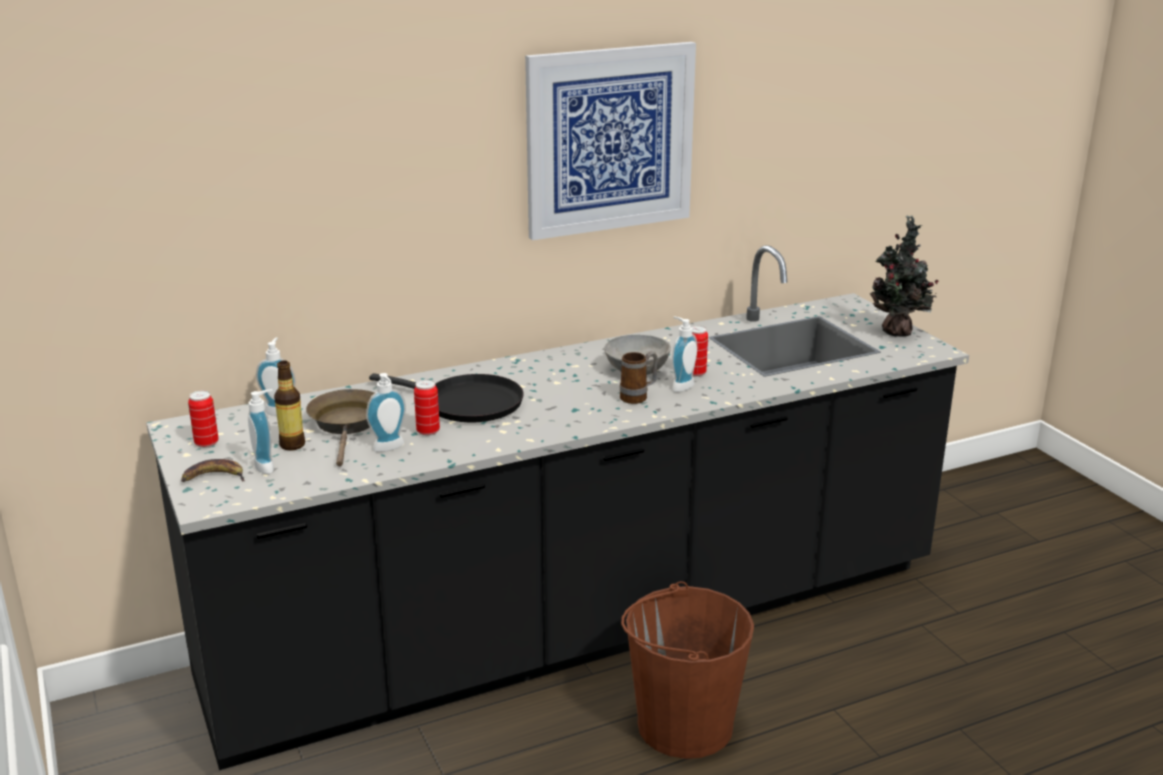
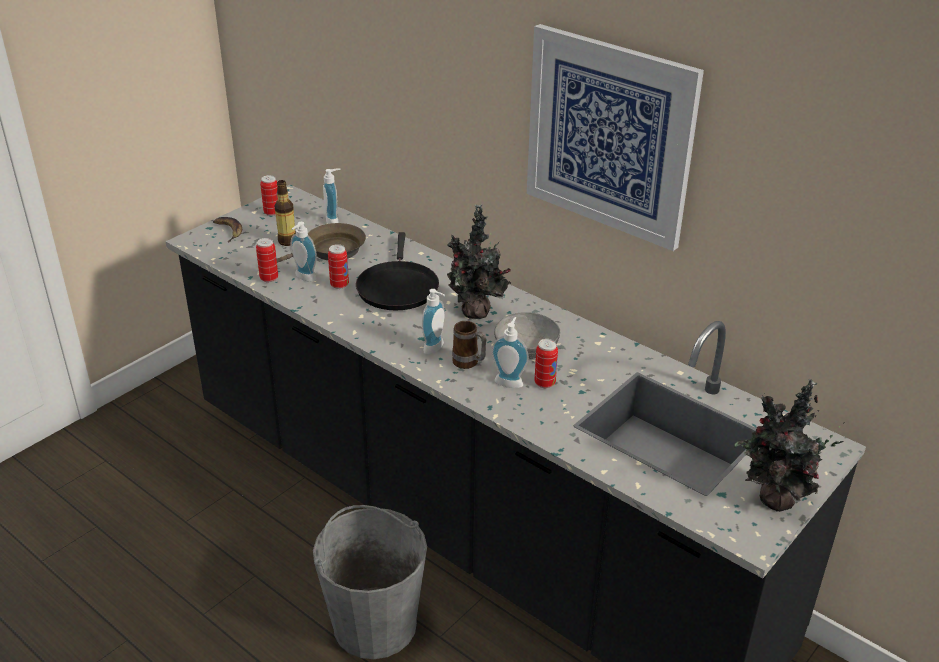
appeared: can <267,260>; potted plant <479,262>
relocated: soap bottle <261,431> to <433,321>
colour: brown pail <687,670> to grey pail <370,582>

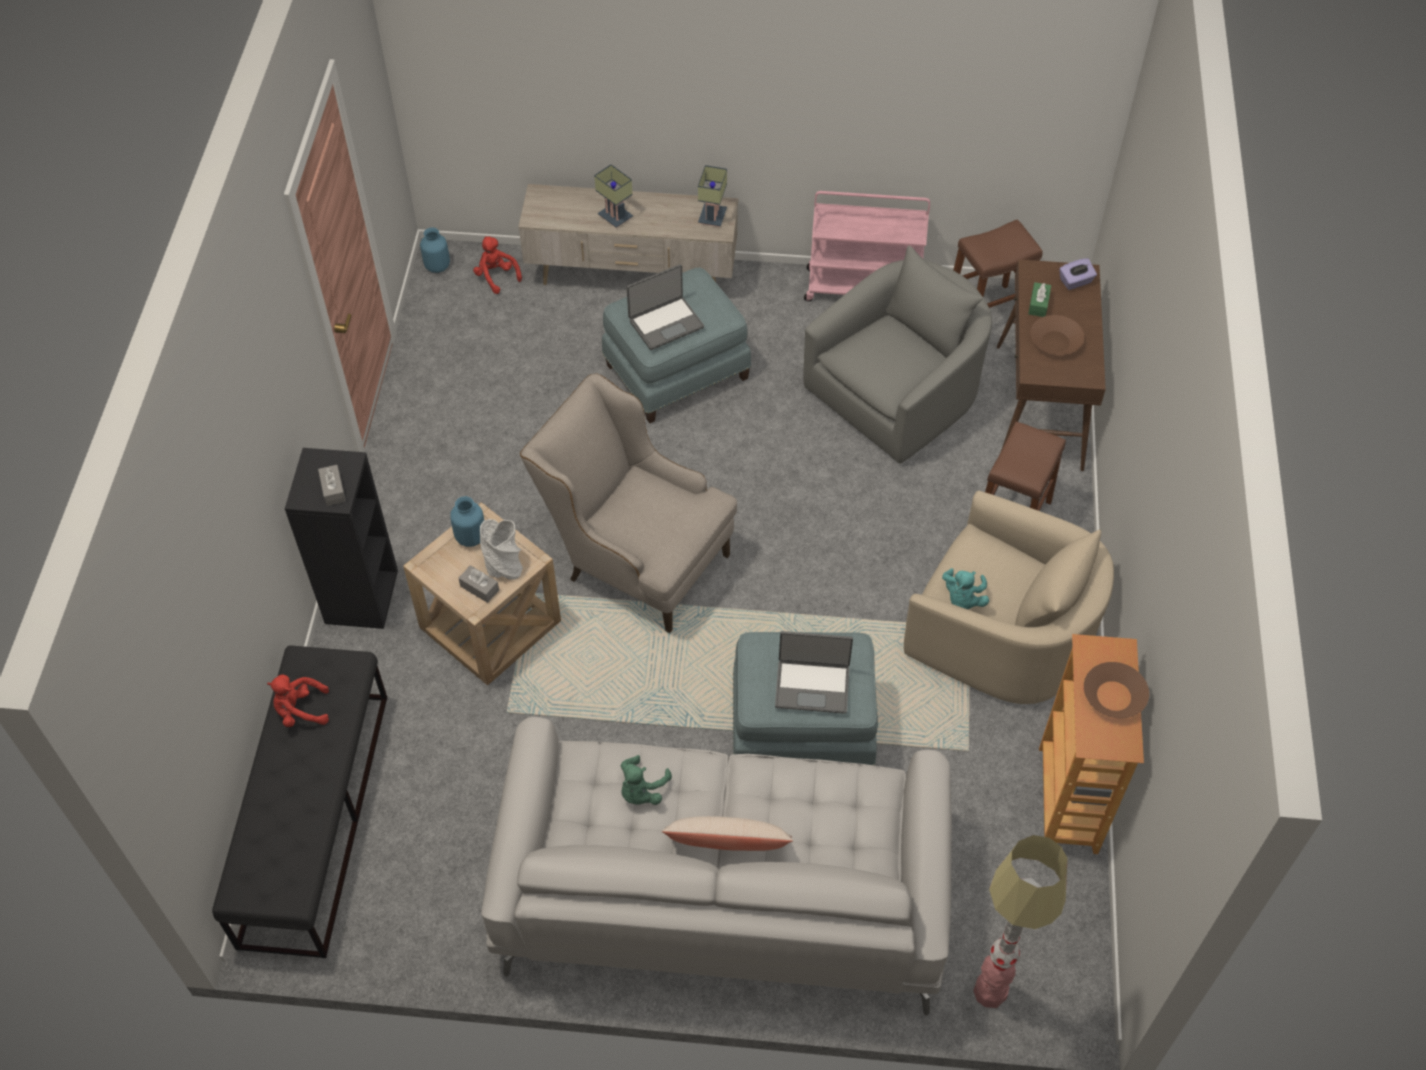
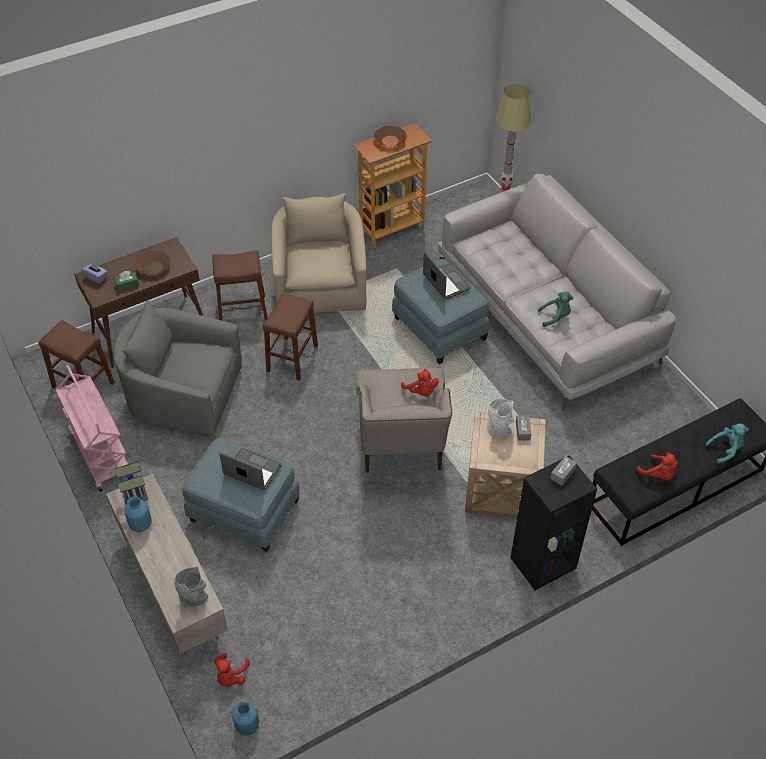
missing: table lamp <613,196>; sand-coloured throw pillow <727,833>
appeared: grey flower vase <191,587>; brown stool <290,337>; reddish cuddly toy <420,382>
relocated: blue-coloured flower vase <467,521> to <138,514>; blue-green cuddly toy <965,588> to <727,443>

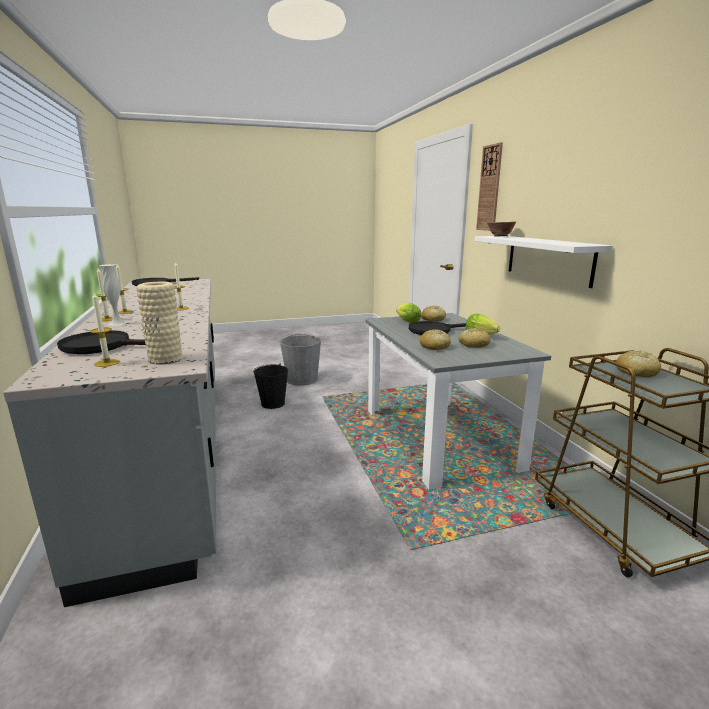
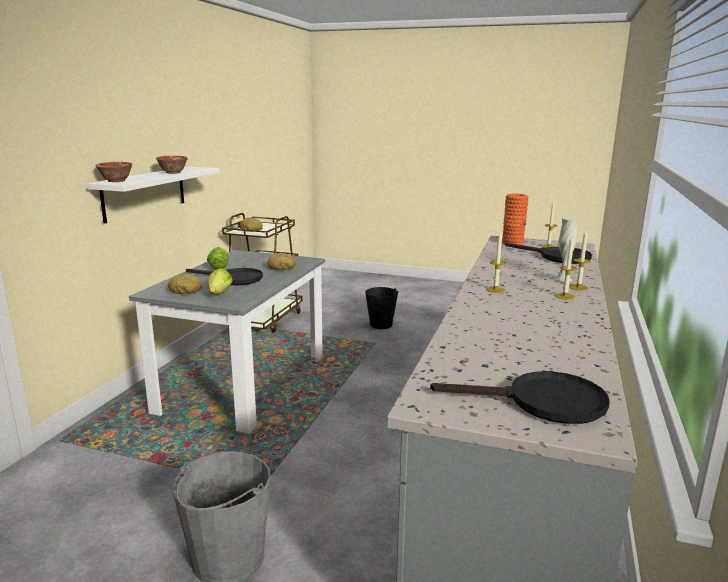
missing: bakery bread <474,338>; clock on the wall <489,186>
appeared: deep dish <172,165>
relocated: blackish pail <270,386> to <381,308>
colour: sand-coloured flower vase <159,323> to orange-coloured flower vase <516,219>

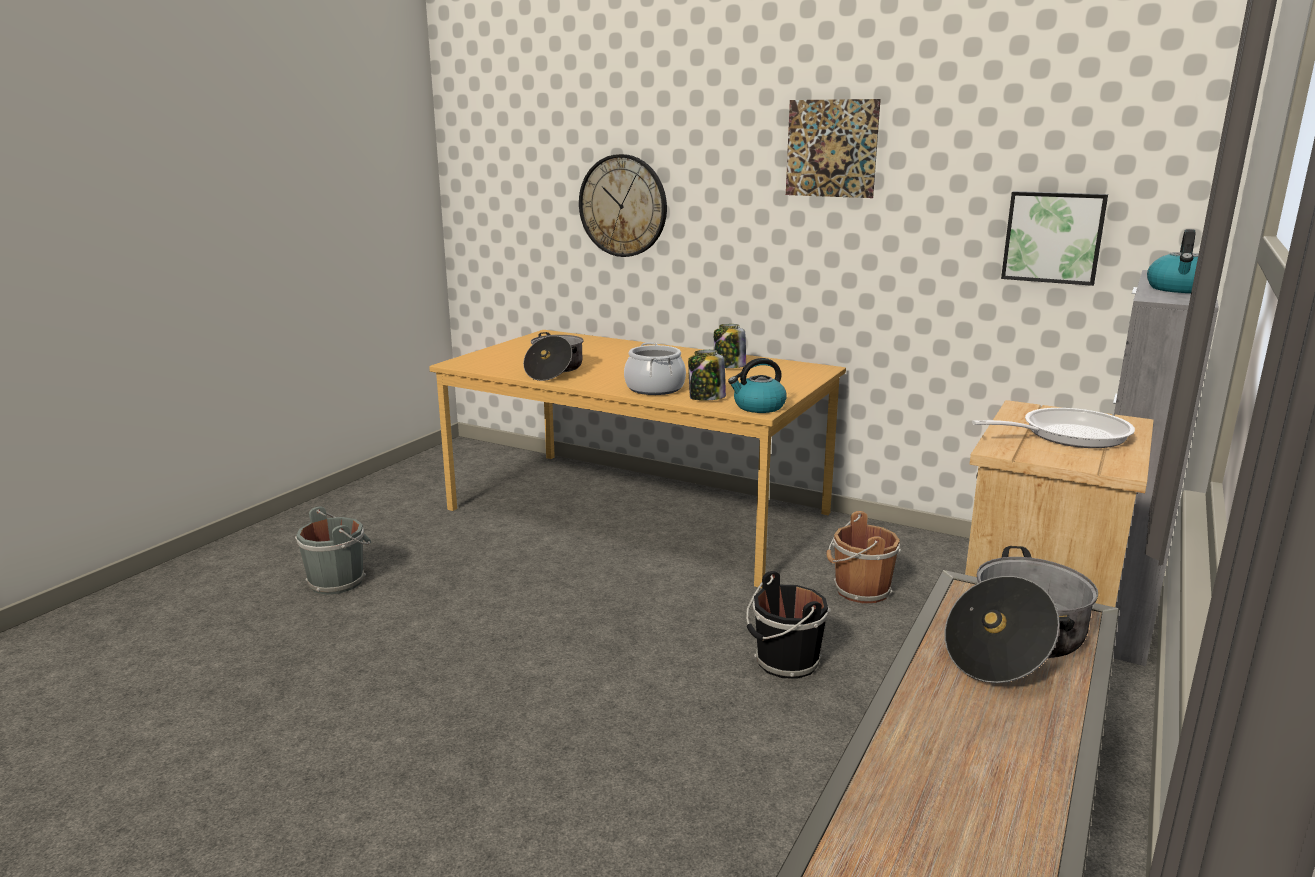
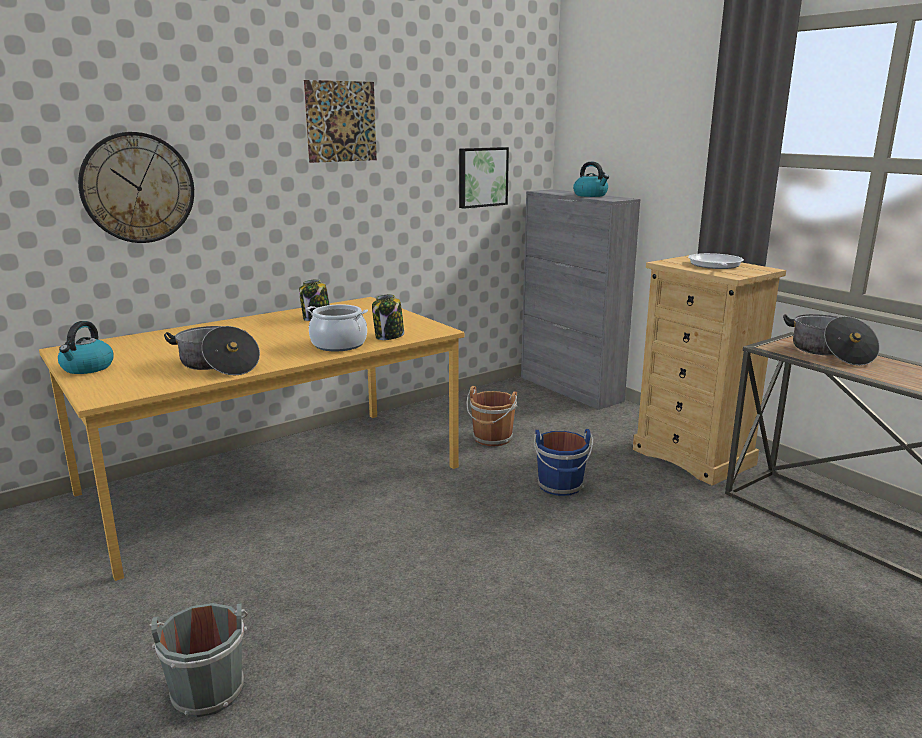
relocated: water kettle <757,385> to <86,347>
colour: blackish pail <788,625> to blue-coloured pail <563,462>

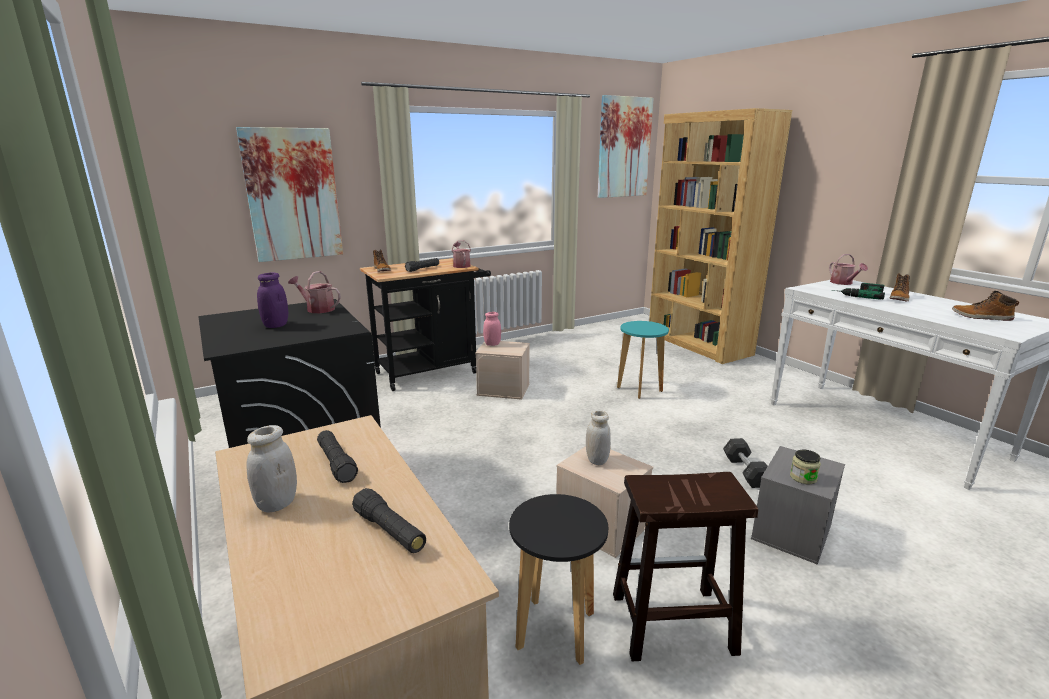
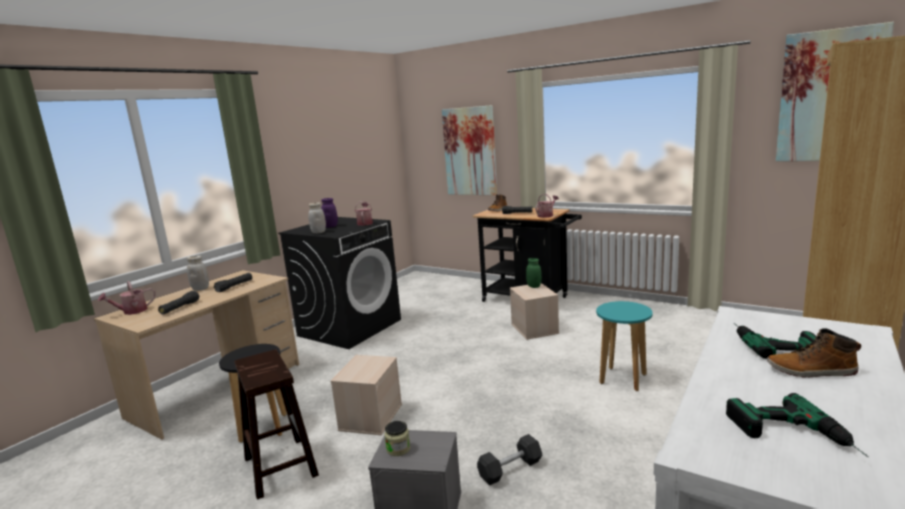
relocated: white jar <598,437> to <317,218>; sprinkling can <848,269> to <127,298>
exchanged: tall boot <985,306> to power drill <797,425>
colour: pink-coloured jar <492,329> to green-coloured jar <534,273>

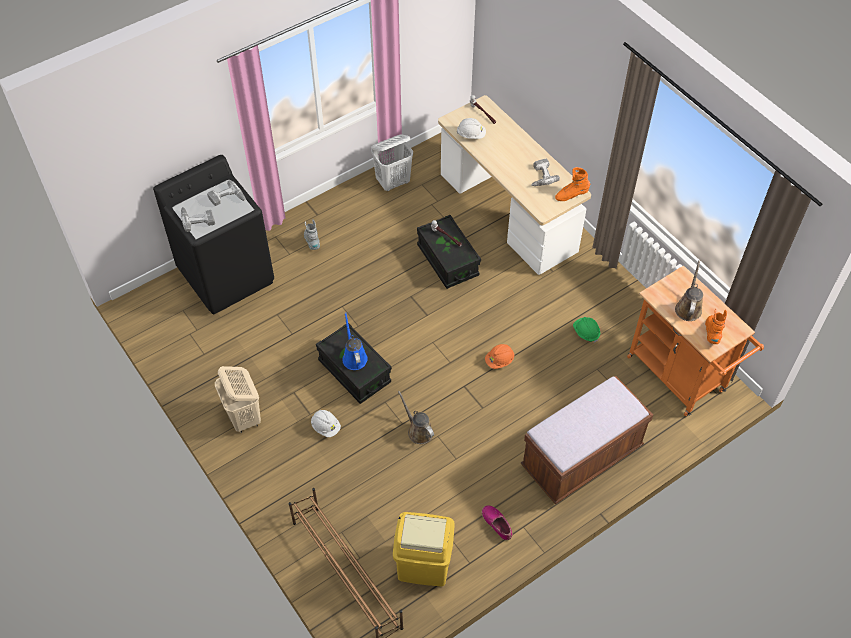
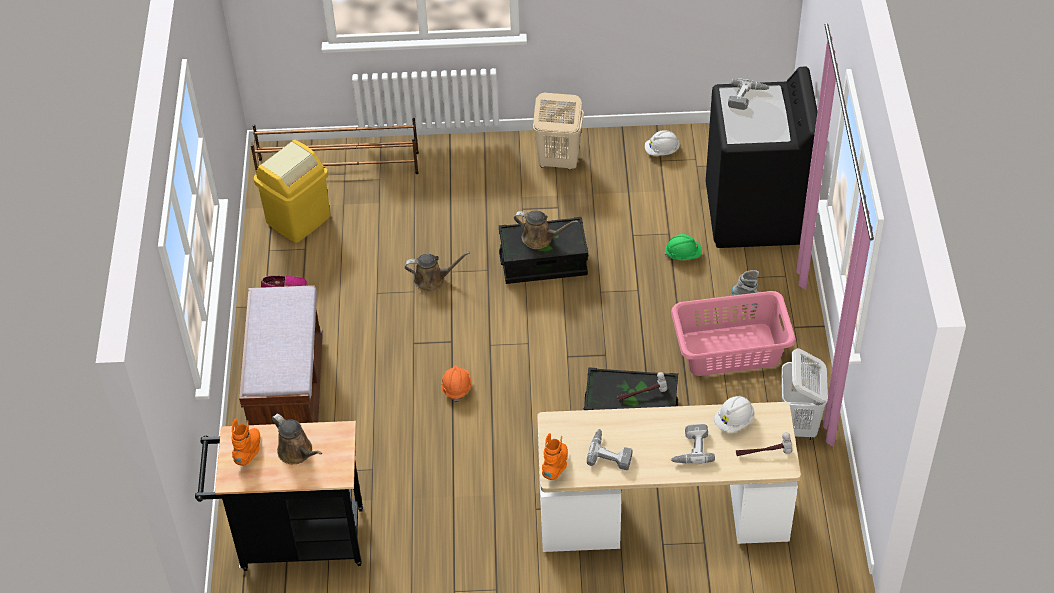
appeared: pink-coloured washing basket <733,333>
relocated: power drill <226,193> to <692,444>; white work helmet <326,423> to <662,143>; green-coloured work helmet <586,330> to <683,247>
colour: blue-coloured sprinkling can <355,341> to brown sprinkling can <546,229>; orange-coloured cart <695,340> to blackish cart <279,496>
spun: orange-coloured tall boot <716,326> = <245,442> 120 degrees counterclockwise

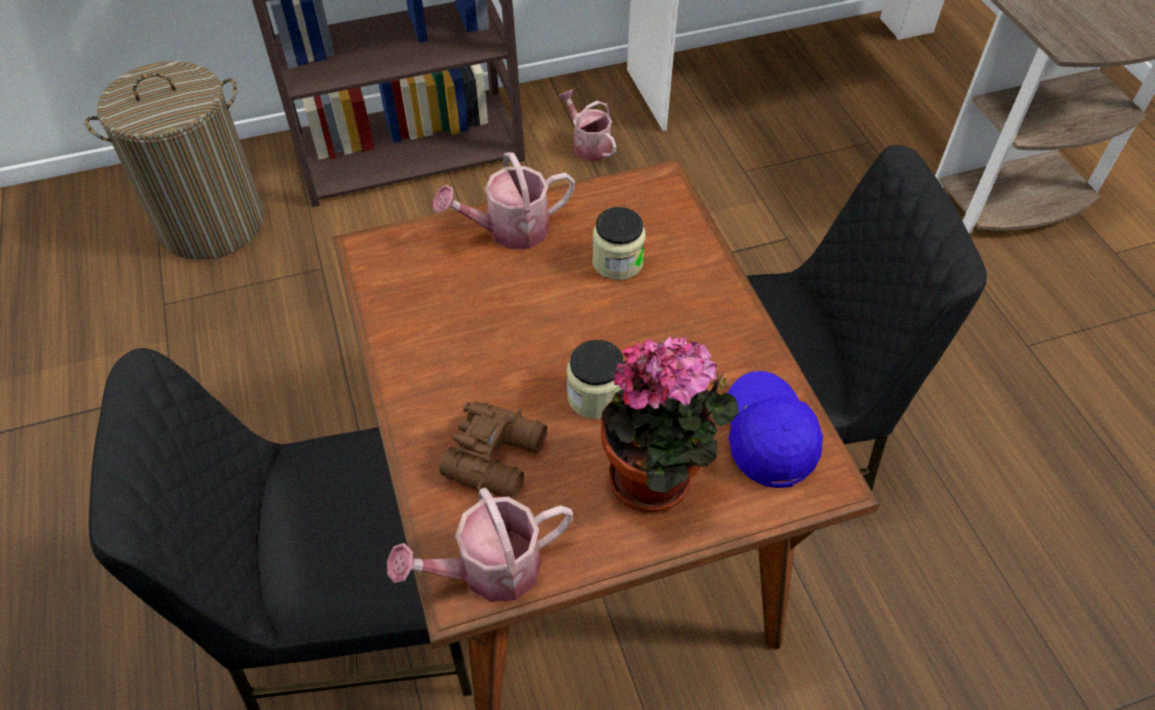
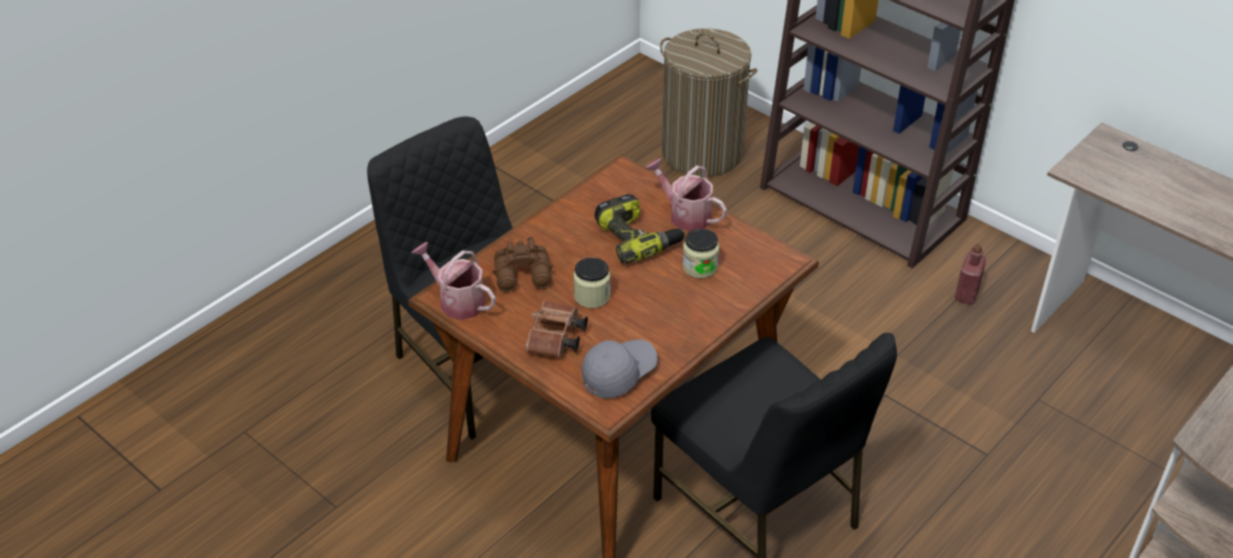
appeared: power drill <640,228>
exchanged: sprinkling can <587,125> to reddish bottle <970,274>; potted plant <670,425> to brown binoculars <556,329>
colour: blue-coloured baseball cap <775,429> to grey baseball cap <619,369>

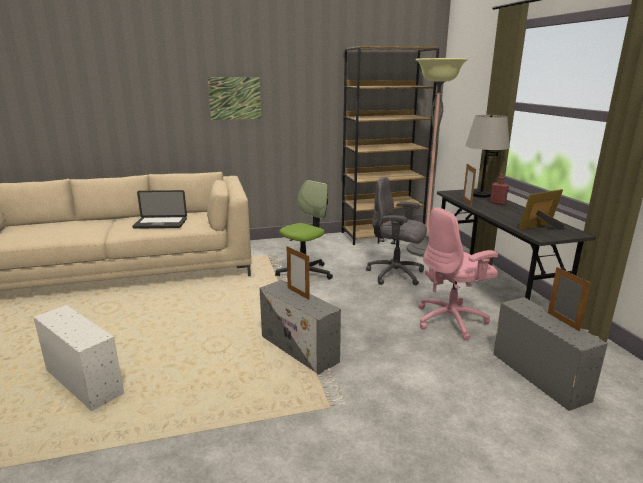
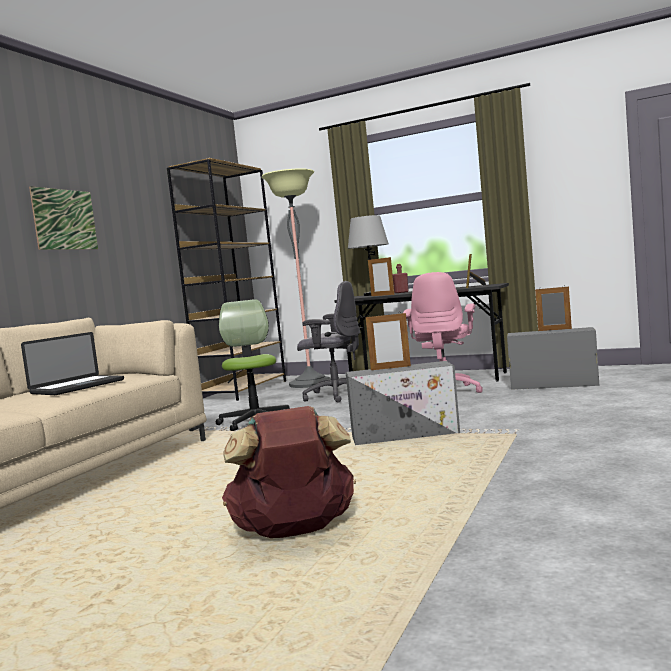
exchanged: white storage container <78,358> to brown backpack <289,472>
spun: grey desk chair <396,231> = <328,342> 135 degrees counterclockwise

